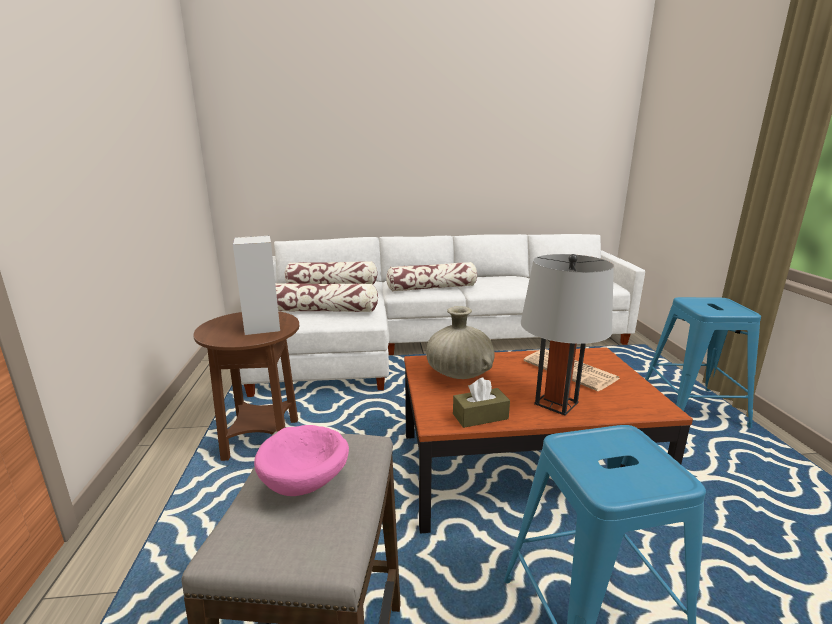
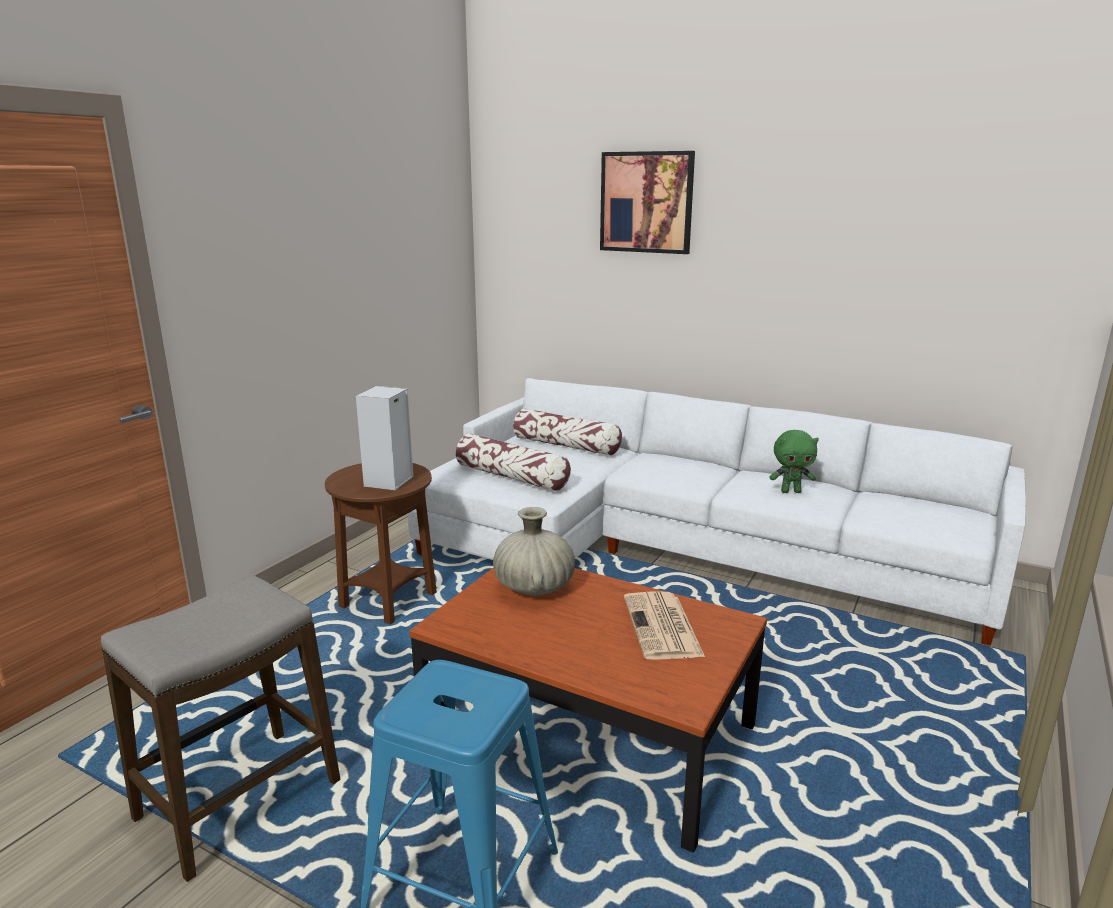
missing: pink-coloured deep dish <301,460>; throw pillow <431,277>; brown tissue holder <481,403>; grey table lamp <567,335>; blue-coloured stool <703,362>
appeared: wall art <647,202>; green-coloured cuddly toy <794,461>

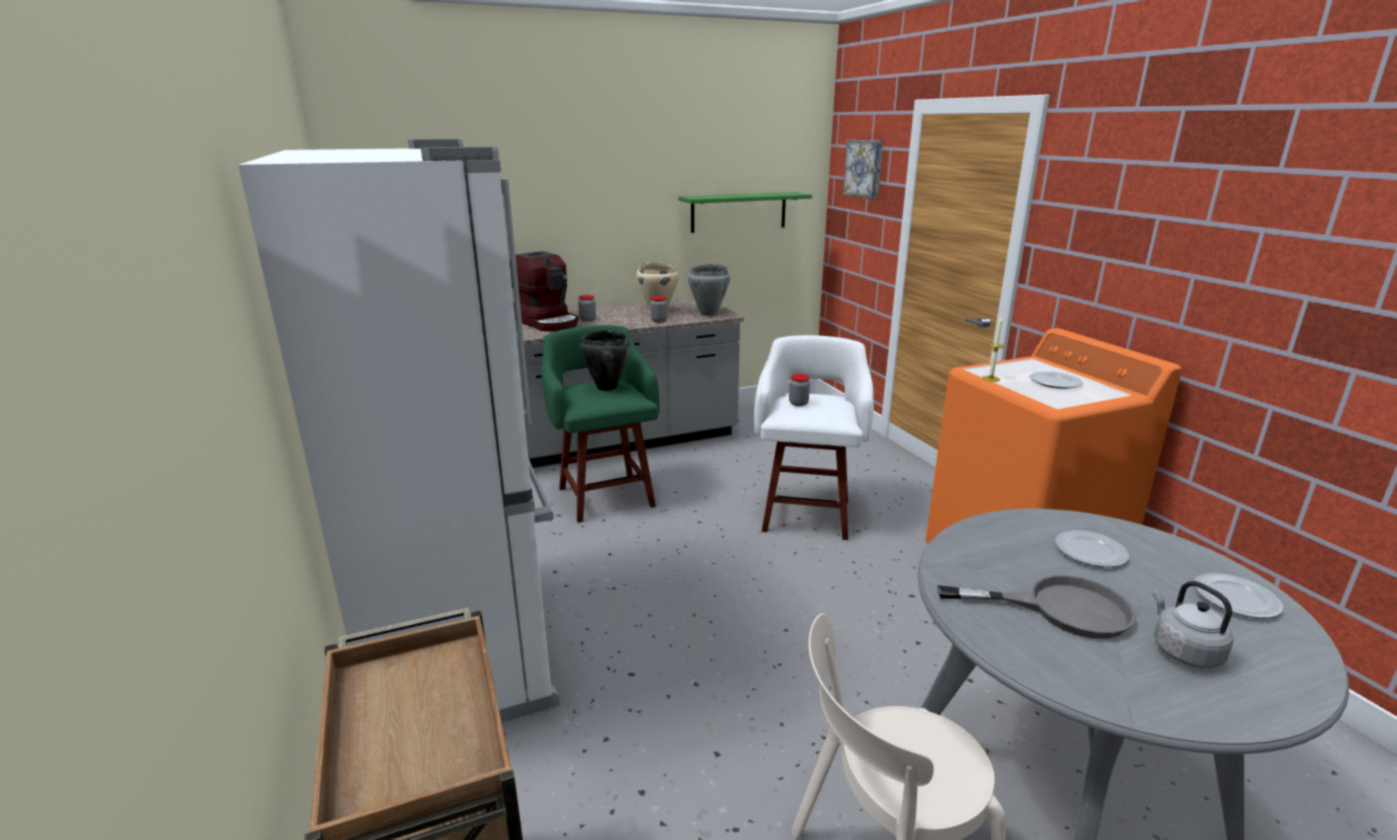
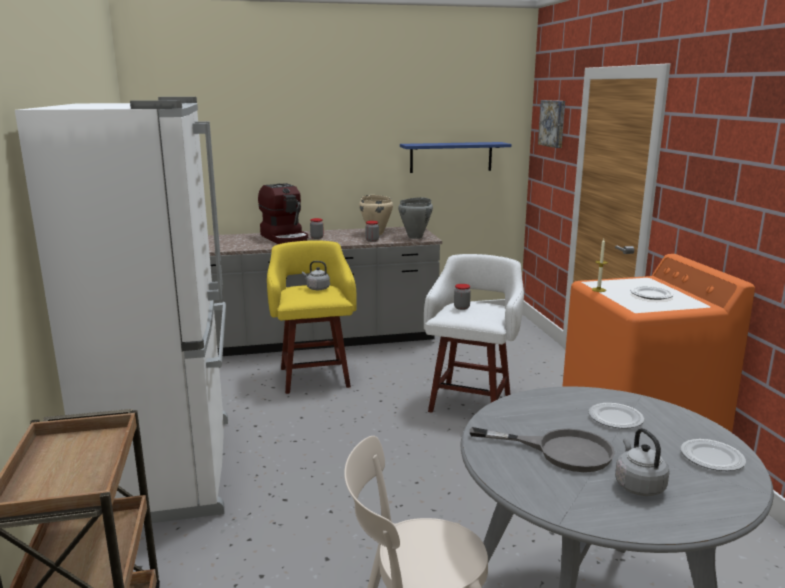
exchanged: blackish cooking pot <605,360> to grey water kettle <316,275>
colour: green-coloured stool <600,424> to yellow-coloured stool <312,317>; green-coloured wall shelf <745,212> to blue-coloured wall shelf <455,157>

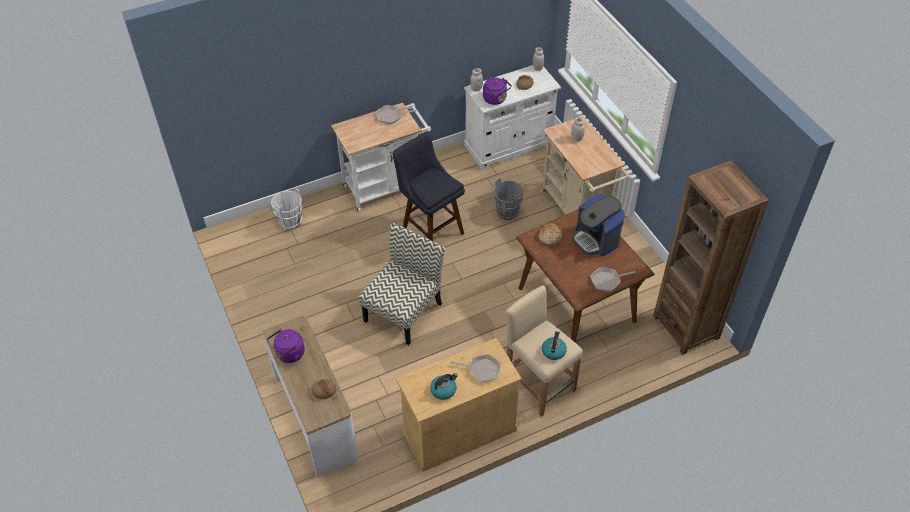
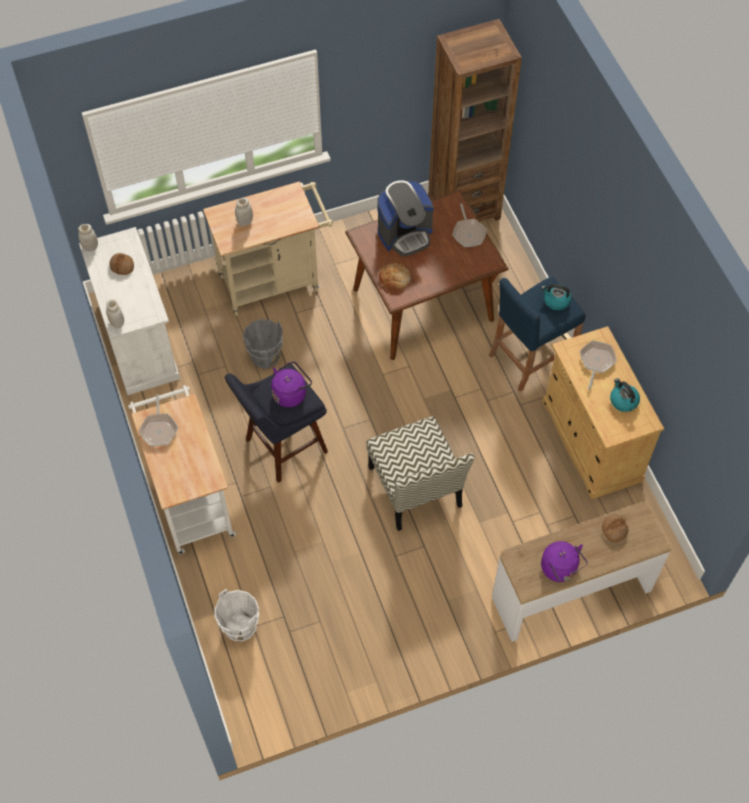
relocated: purple-coloured water kettle <497,91> to <291,384>
colour: sand-coloured stool <544,351> to blue-coloured stool <537,334>
spun: upright chair <402,284> = <420,473> 150 degrees counterclockwise

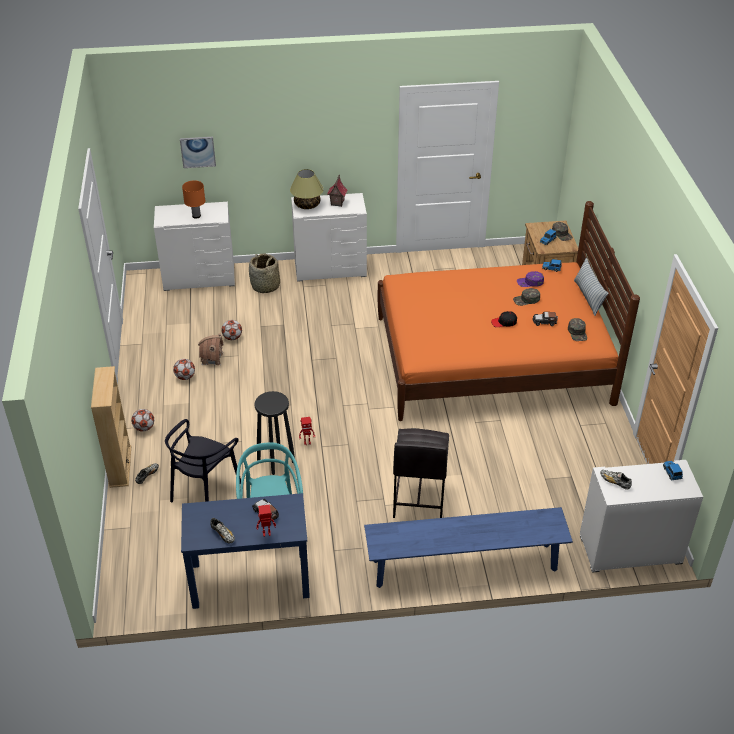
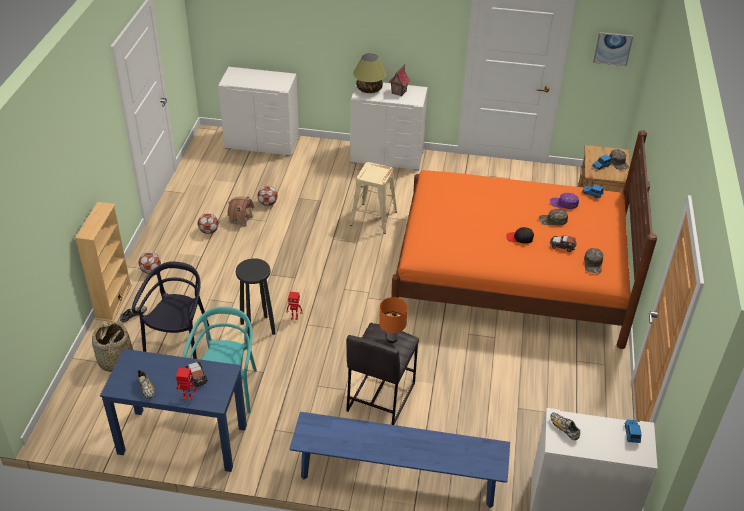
missing: throw pillow <591,287>
appeared: sand-coloured stool <373,198>
relocated: wall art <198,152> to <613,49>; orange-coloured table lamp <193,199> to <393,320>; storage basket <264,273> to <112,347>
spun: blackish upright chair <203,460> = <170,310> 150 degrees clockwise

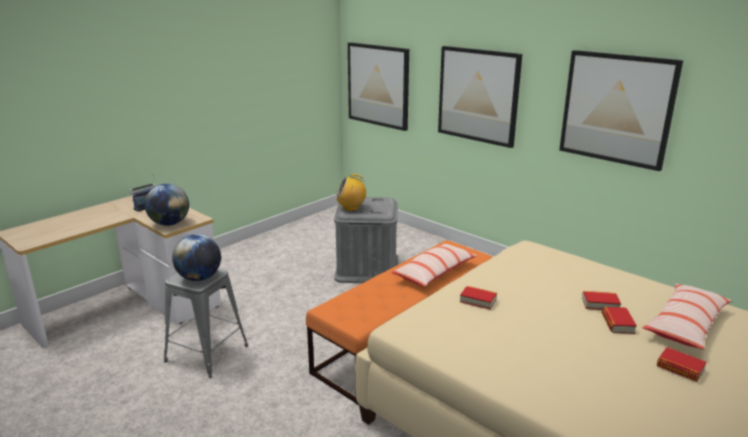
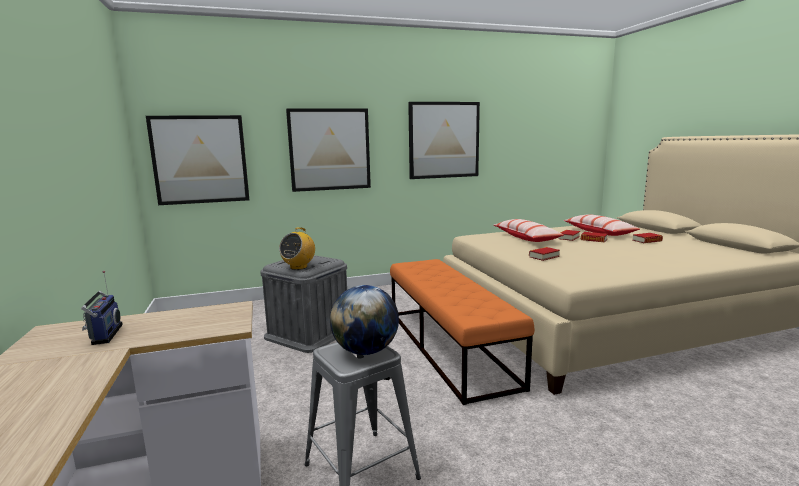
missing: globe <167,205>
relocated: throw pillow <434,265> to <529,230>

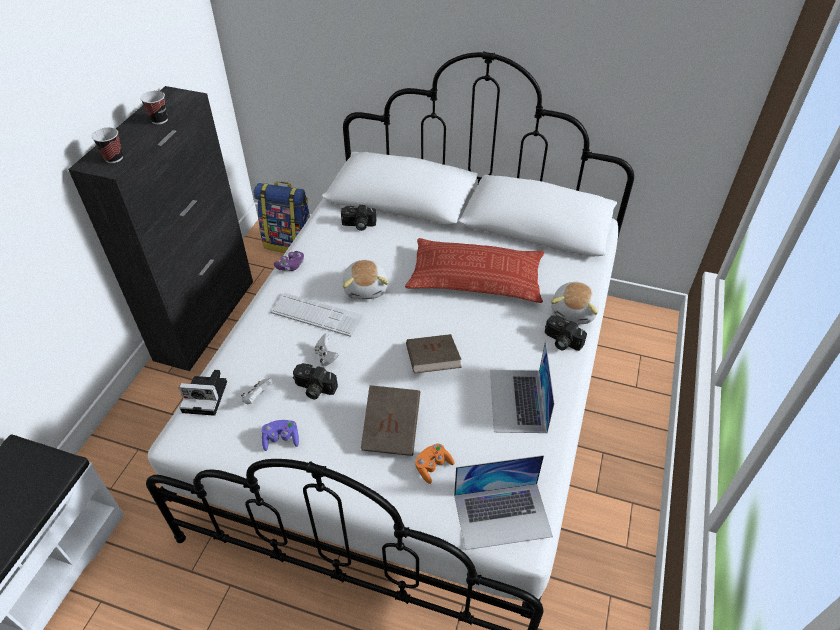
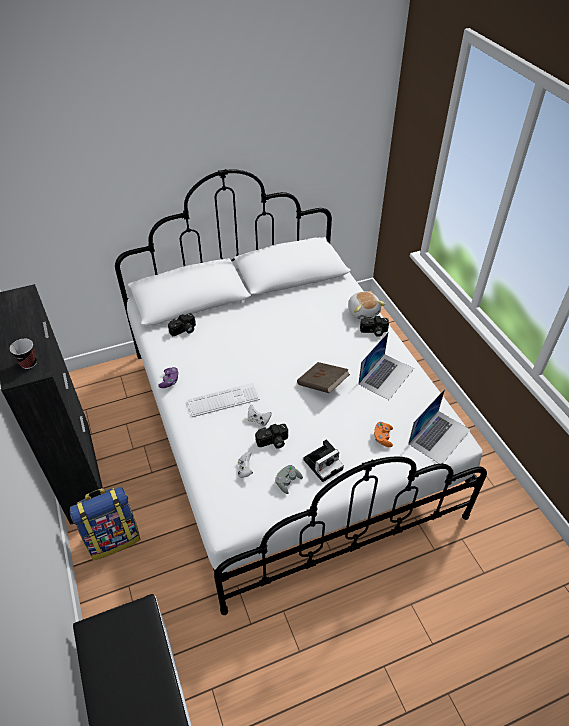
missing: drinking cup <154,107>; cuddly toy <365,280>; brown volume <390,420>; throw pillow <474,270>
relocated: photo camera <203,393> to <323,461>; backpack <282,217> to <105,523>
colour: purple-coloured game controller <280,435> to grey game controller <289,479>
spun: laptop <522,386> = <386,366> 105 degrees counterclockwise

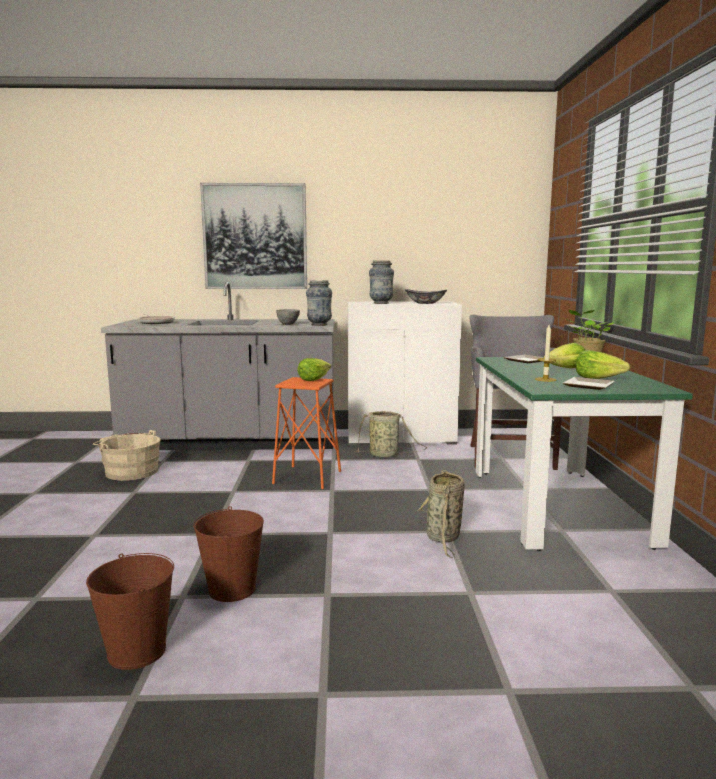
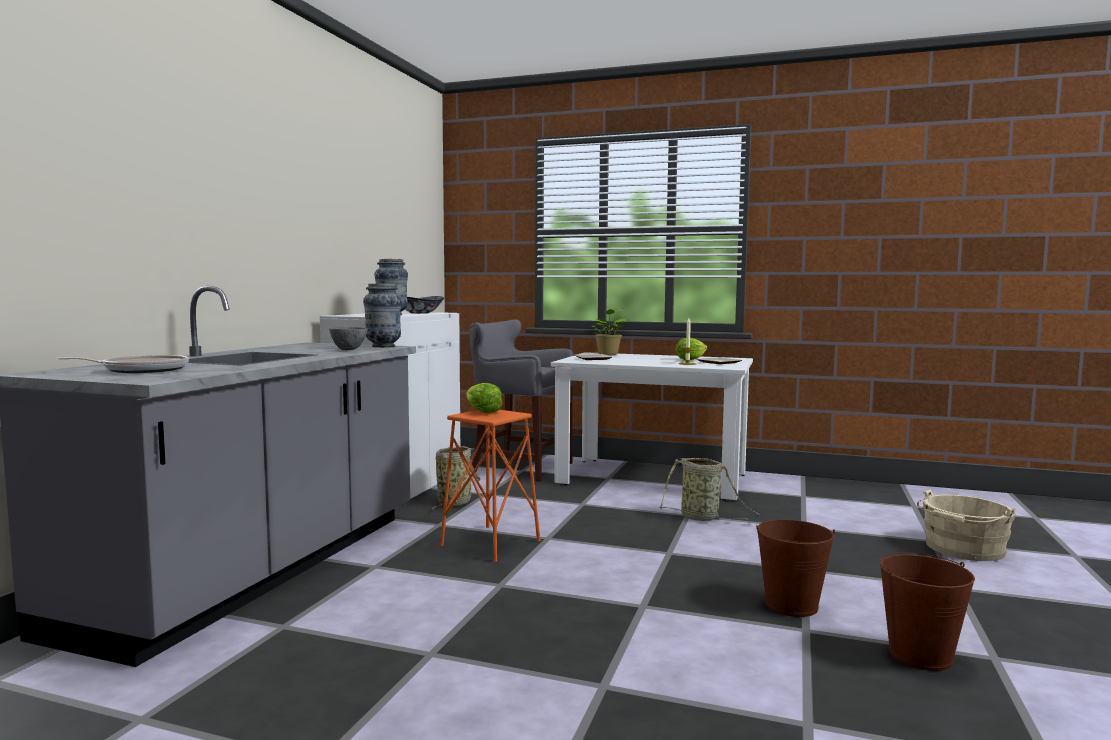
missing: wall art <253,236>; lettuce <564,355>
relocated: sand-coloured pail <127,455> to <966,525>
colour: green-coloured kitchen table <584,454> to white kitchen table <652,426>

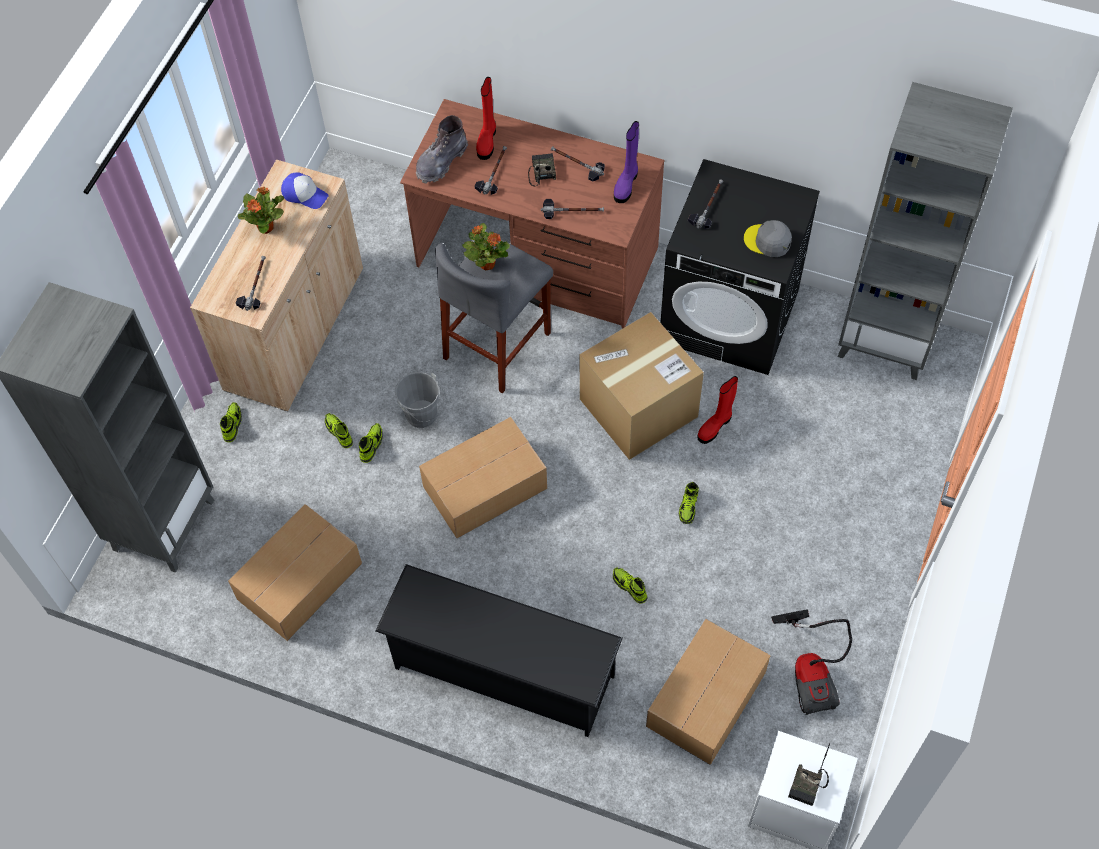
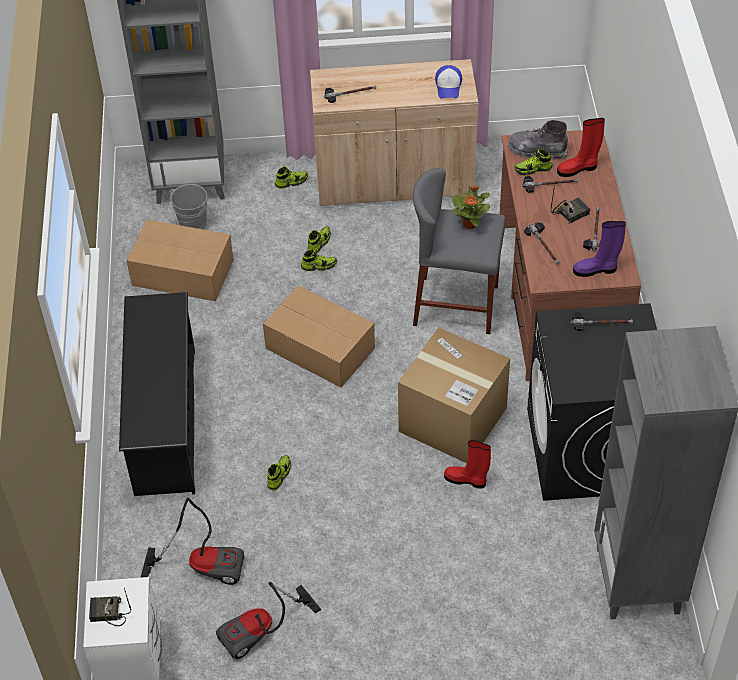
missing: potted plant <261,210>; grey baseball cap <768,238>
relocated: grey pail <421,400> to <187,207>; low shoe <689,503> to <533,162>
exchanged: carton <708,692> to vacuum <192,541>

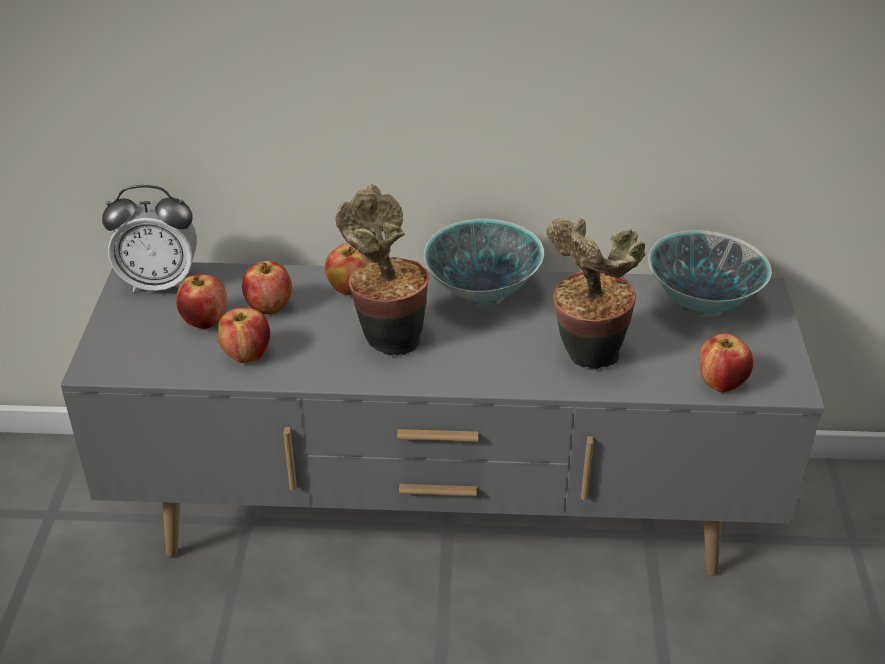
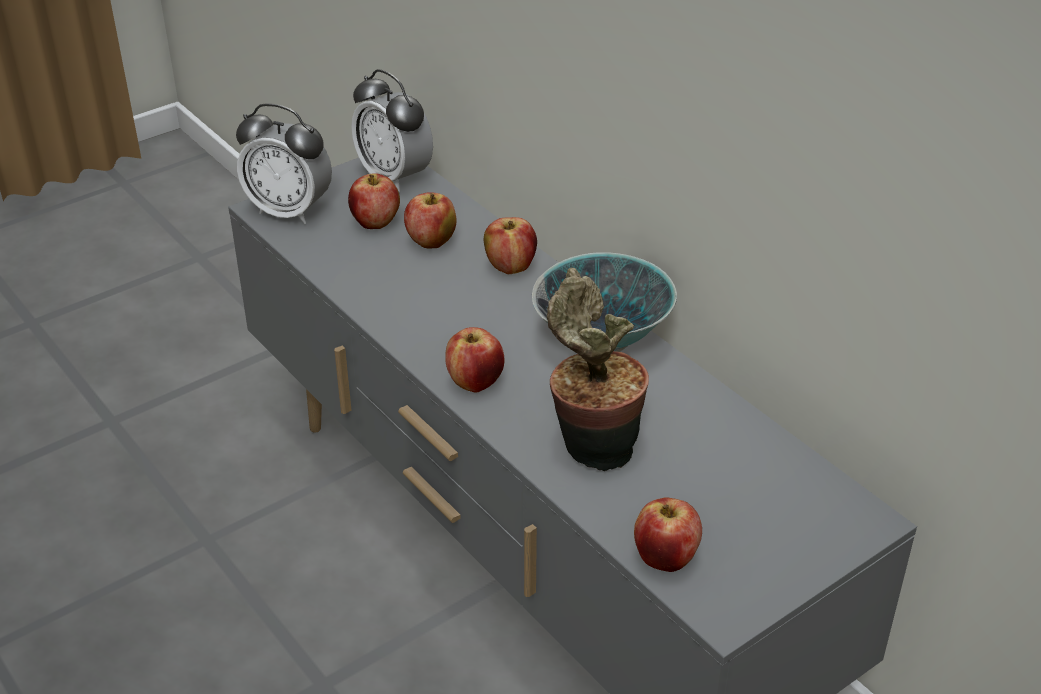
missing: potted plant <382,270>; deep dish <710,273>
appeared: bedside clock <284,163>
relocated: apple fruit <244,335> to <474,360>

